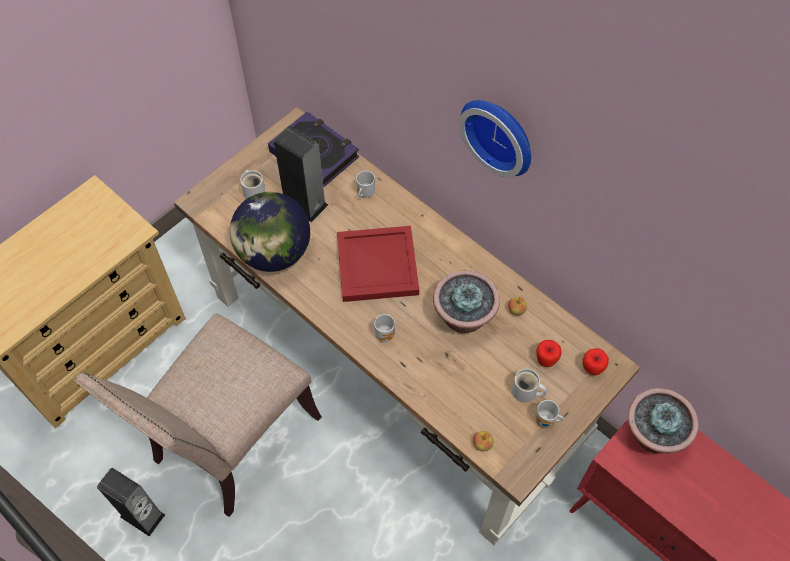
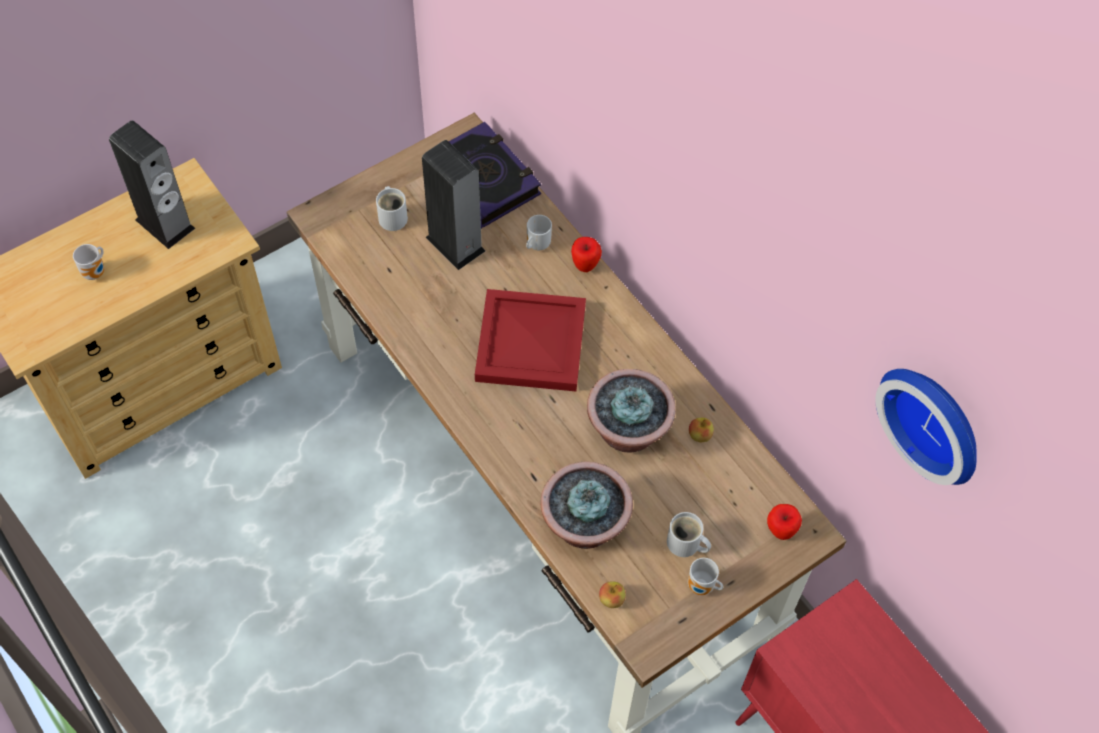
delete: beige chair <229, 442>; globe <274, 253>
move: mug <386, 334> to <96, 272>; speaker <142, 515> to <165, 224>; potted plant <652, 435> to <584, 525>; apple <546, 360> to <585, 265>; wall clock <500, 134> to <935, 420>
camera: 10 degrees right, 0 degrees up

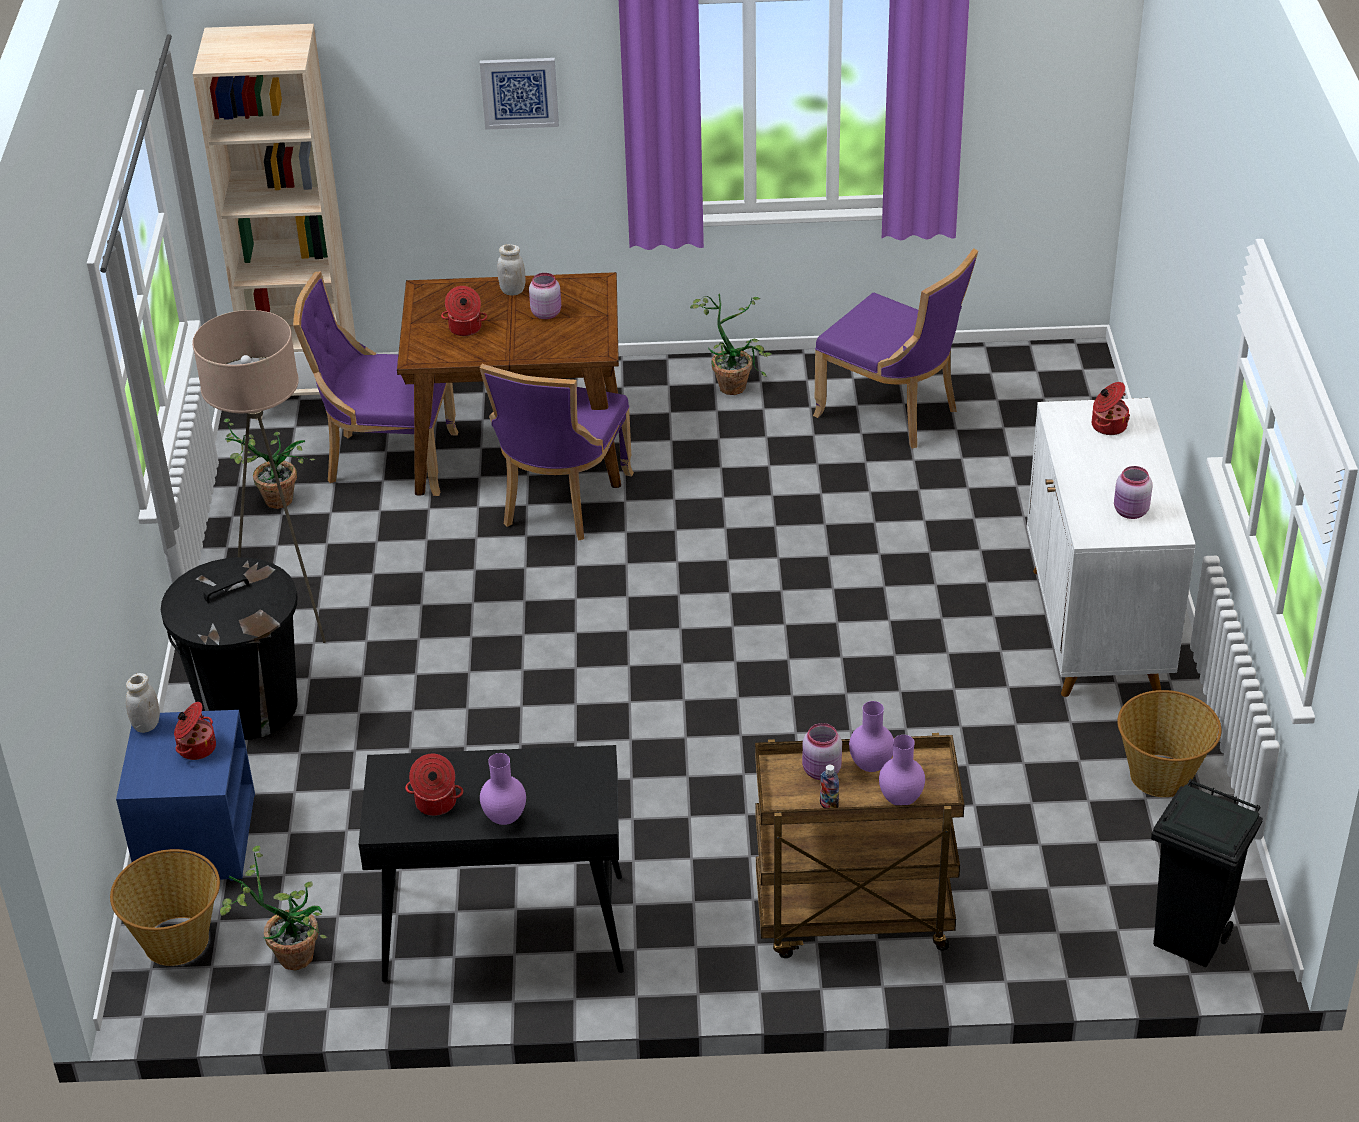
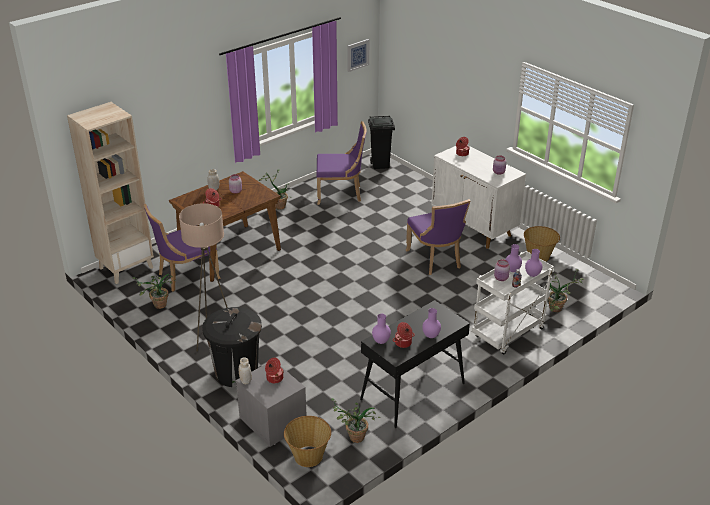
insert: purple vase <381, 342>; potted plant <557, 310>
move: picture <519, 92> to <357, 55>; black trash can <1190, 940> to <380, 165>; purple chair <561, 502> to <436, 260>
recolor: blue nightstand <195, 837> to grey nightstand <272, 421>; brown cart <852, 919> to white cart <508, 334>
camera: 40 degrees left, 5 degrees down

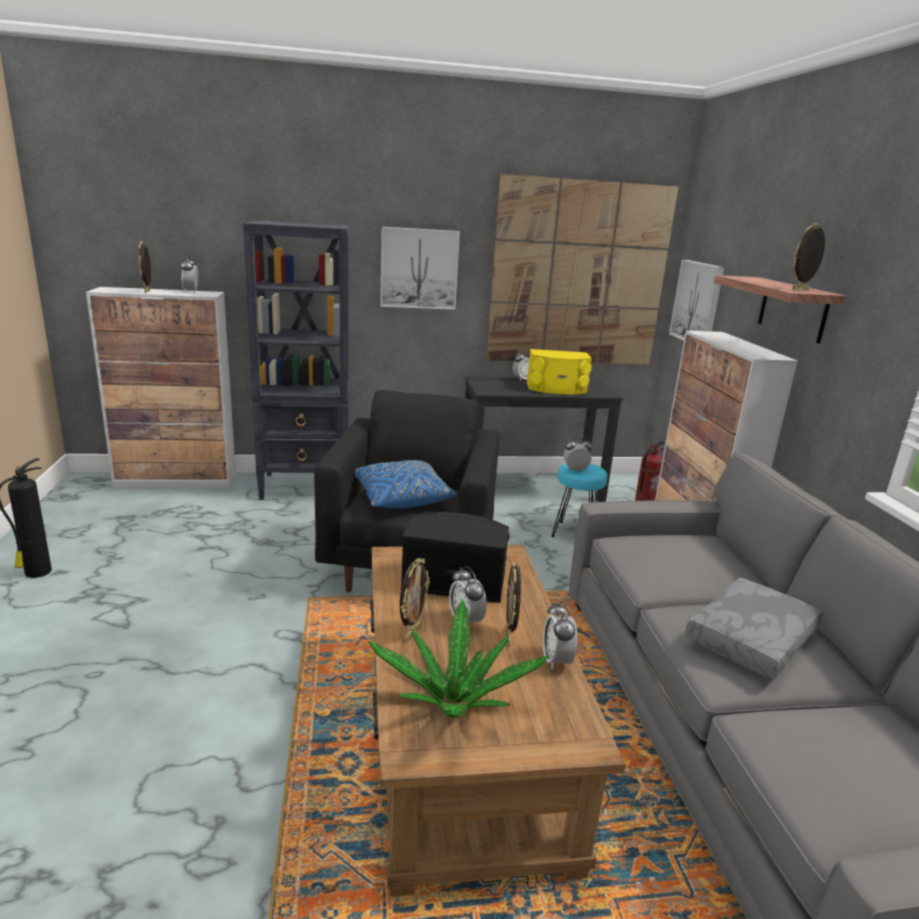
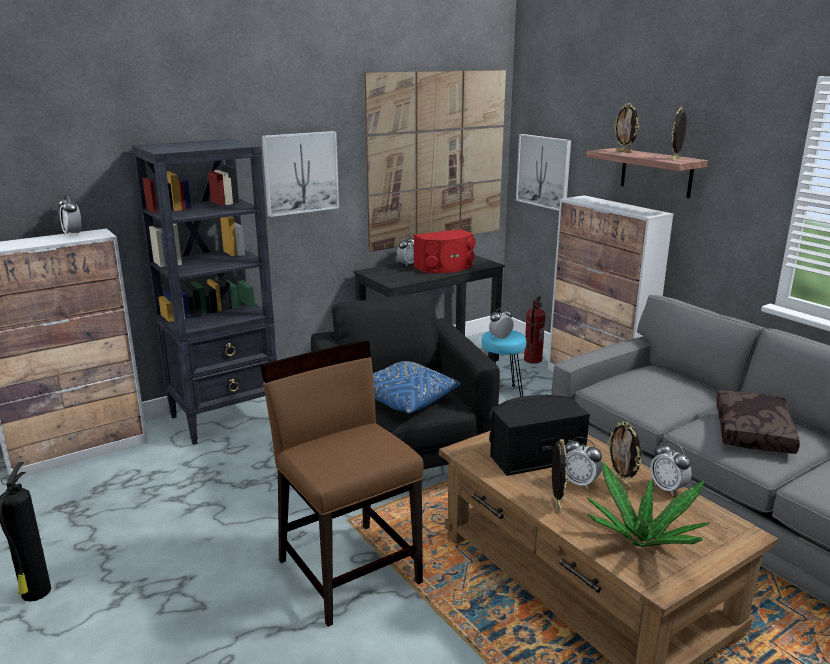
insert: brown chair <349, 570>
move: picture frame <148, 292> to <624, 152>
recolor: yellow speaker <557, 389> to red speaker <445, 267>; grey pillow <753, 640> to brown pillow <754, 432>
camera: 25 degrees left, 0 degrees up

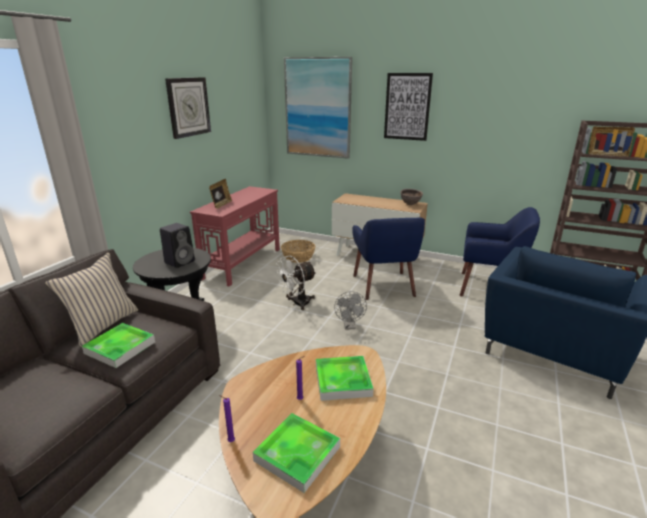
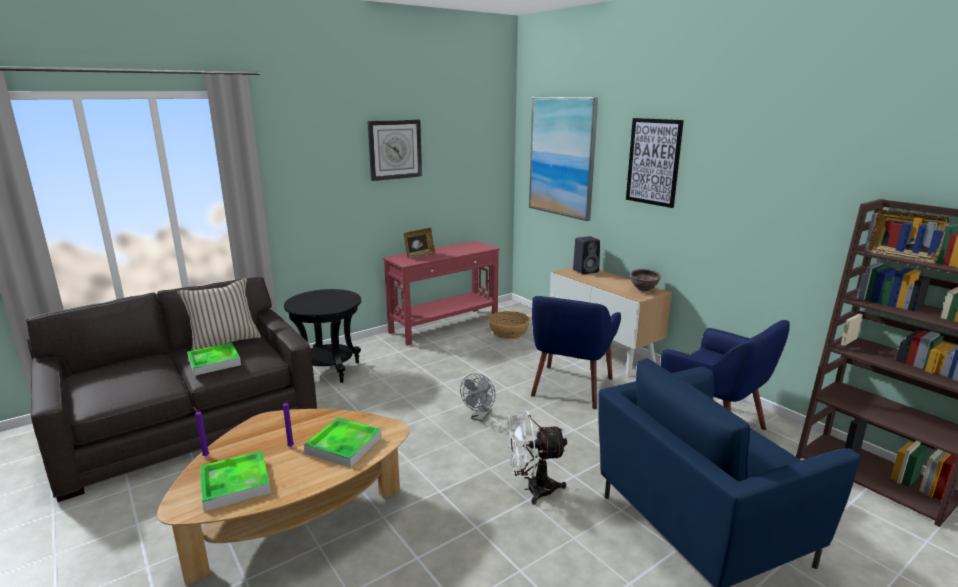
move: white fan <297, 303> to <533, 489>; black speaker <180, 261> to <586, 271>
camera: 30 degrees right, 5 degrees down

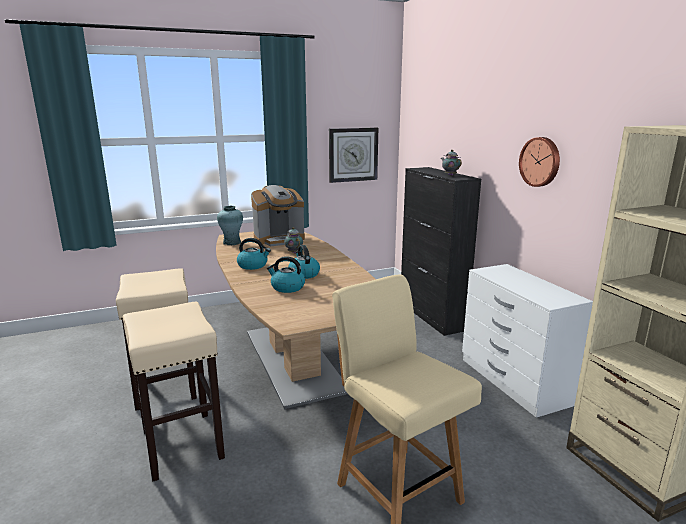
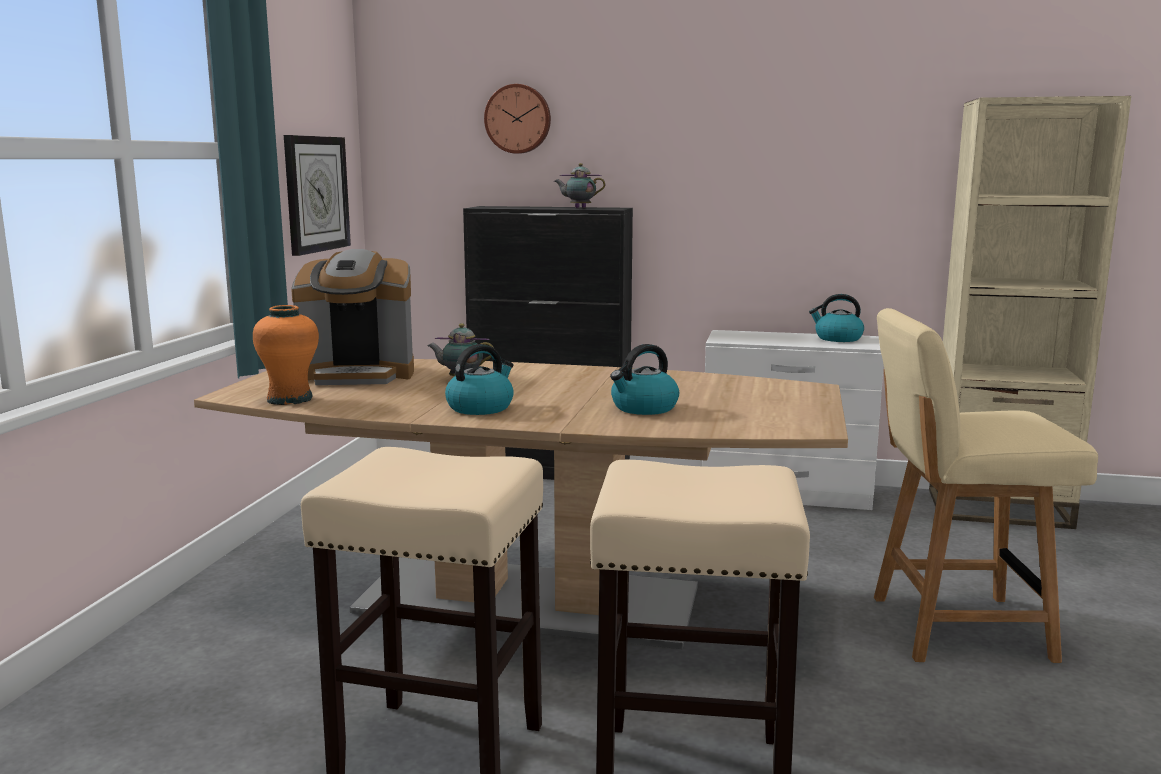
move: wall clock <540, 162> to <518, 119>; kettle <303, 274> to <837, 338>
recolor: turquoise vase <232, 243> to orange vase <290, 399>
rotate: coffee machine <279, 240> = <358, 375> 75 degrees clockwise
camera: 55 degrees left, 5 degrees down

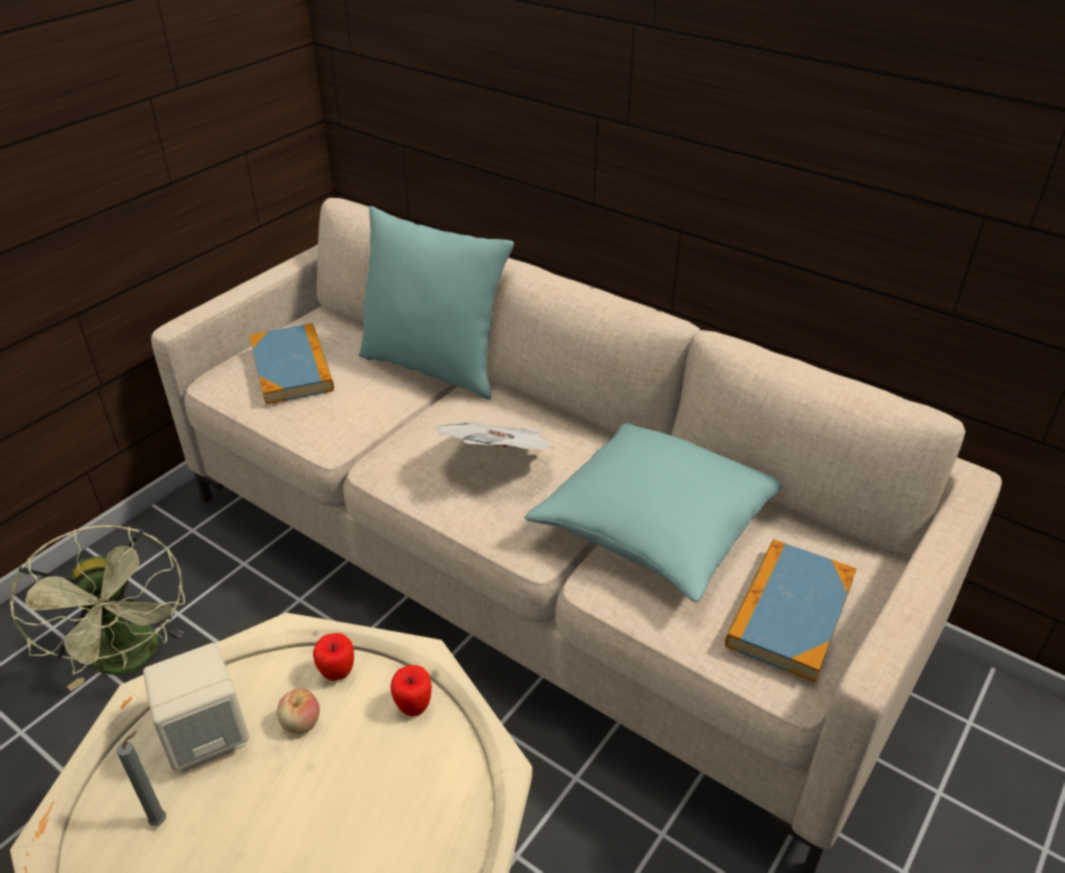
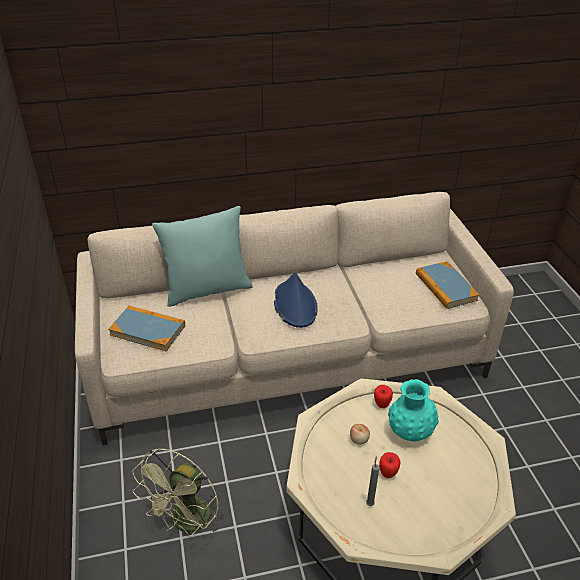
delete: beige speaker <208, 736>; turquoise pillow <655, 527>
insert: turquoise vase <410, 432>
move: apple <337, 674> to <388, 474>
replace: newspaper <500, 459> to blue hat <295, 304>
rotate: green fan <131, 660> = <187, 523> 105 degrees clockwise
camera: 50 degrees left, 0 degrees up

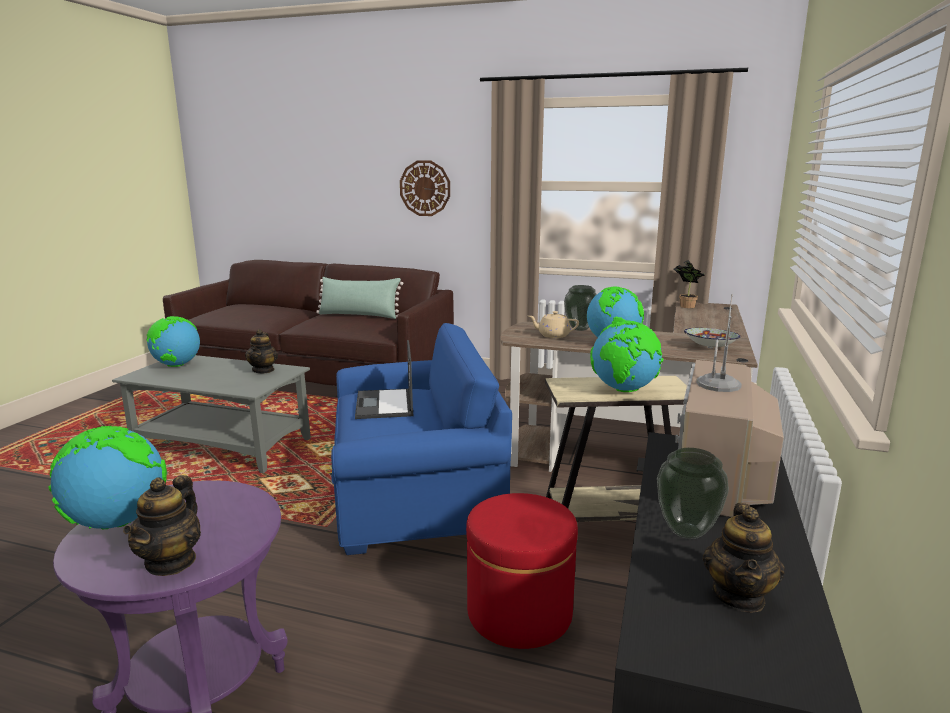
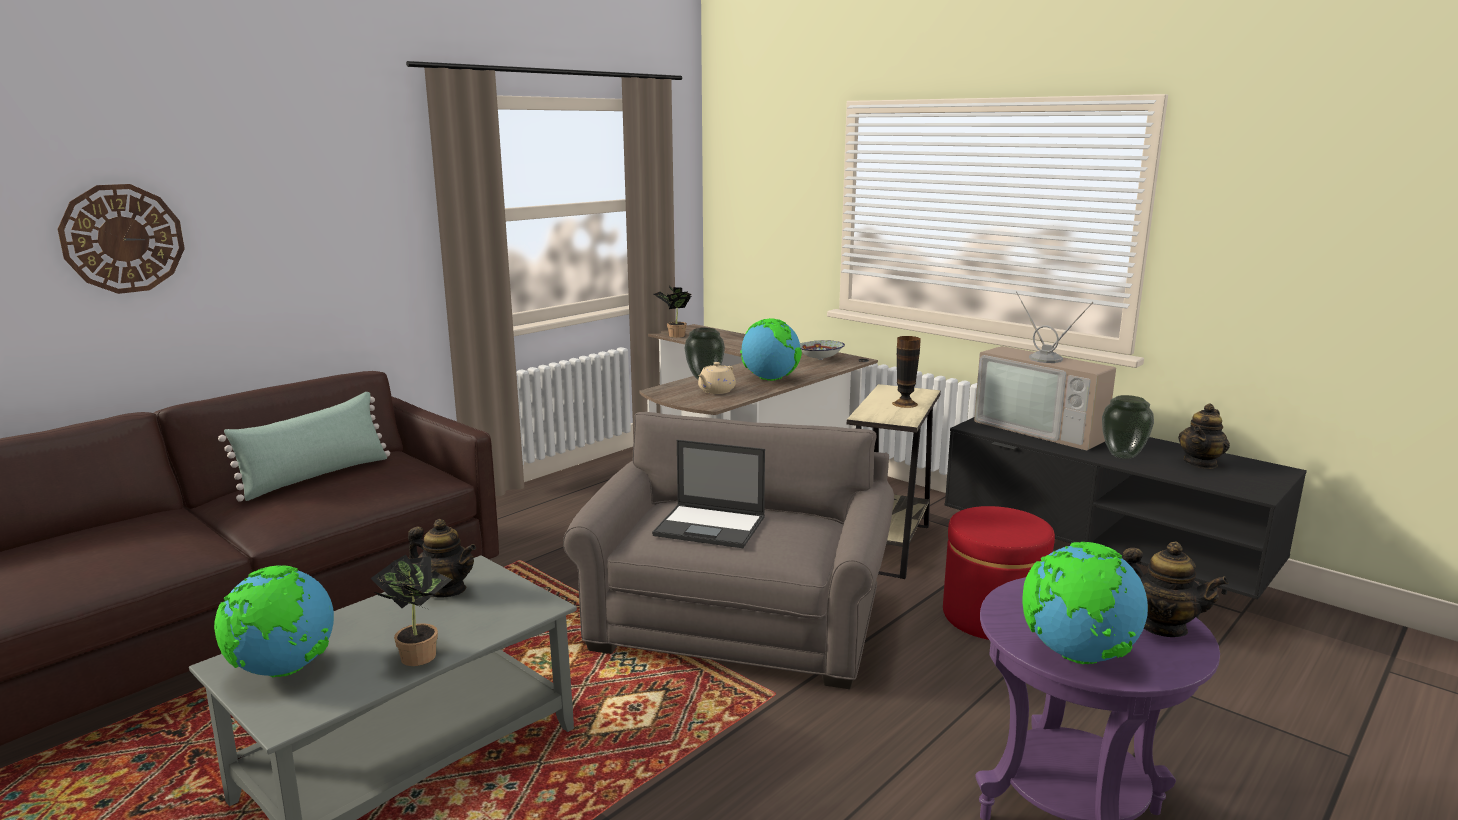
insert: potted plant <416, 654>
move: wall clock <425, 188> to <123, 238>
replace: globe <624, 390> to vase <905, 404>
recolor: blue armchair <414, 493> to grey armchair <737, 623>
rotate: teapot <739, 596> = <1200, 463> 90 degrees clockwise
camera: 65 degrees left, 0 degrees up

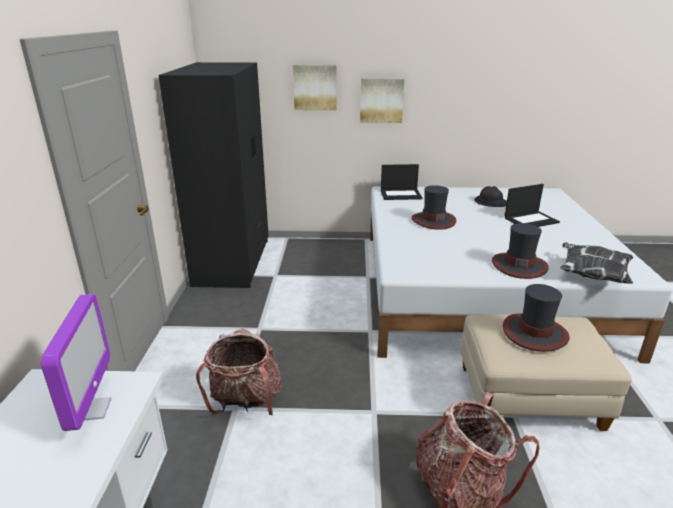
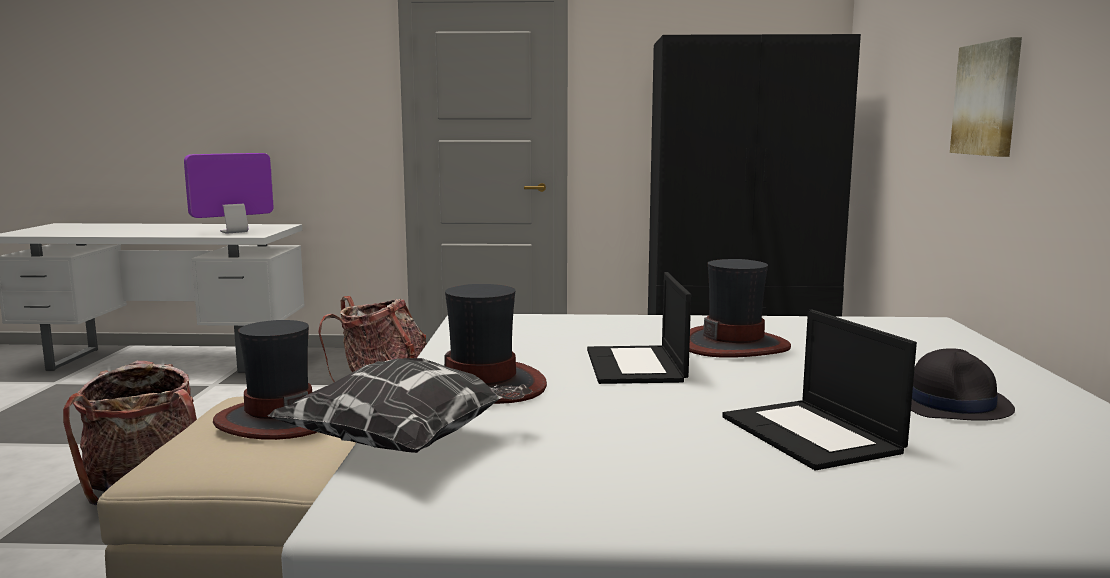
delete: picture <315, 87>
move: laptop <401, 194> to <636, 366>
rotate: monitor <91, 410> = <234, 232> 150 degrees clockwise
camera: 90 degrees right, 15 degrees down

